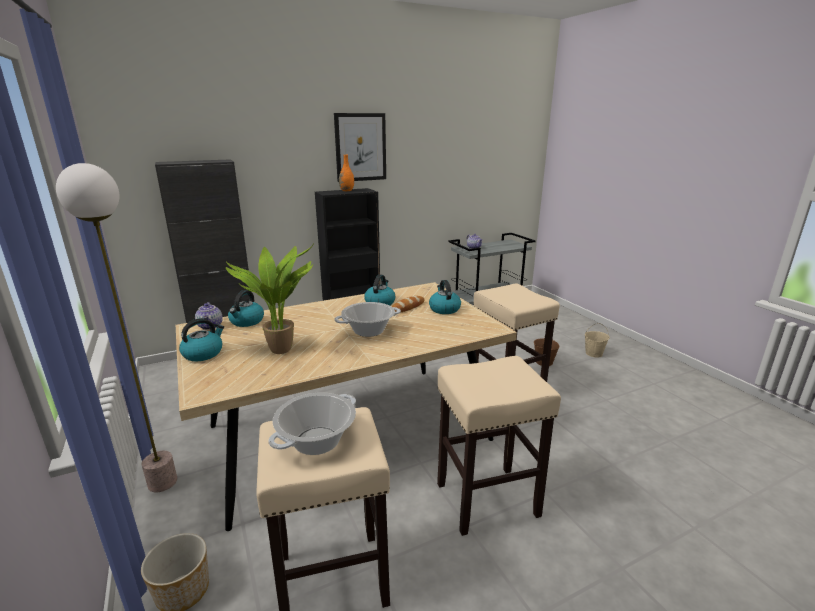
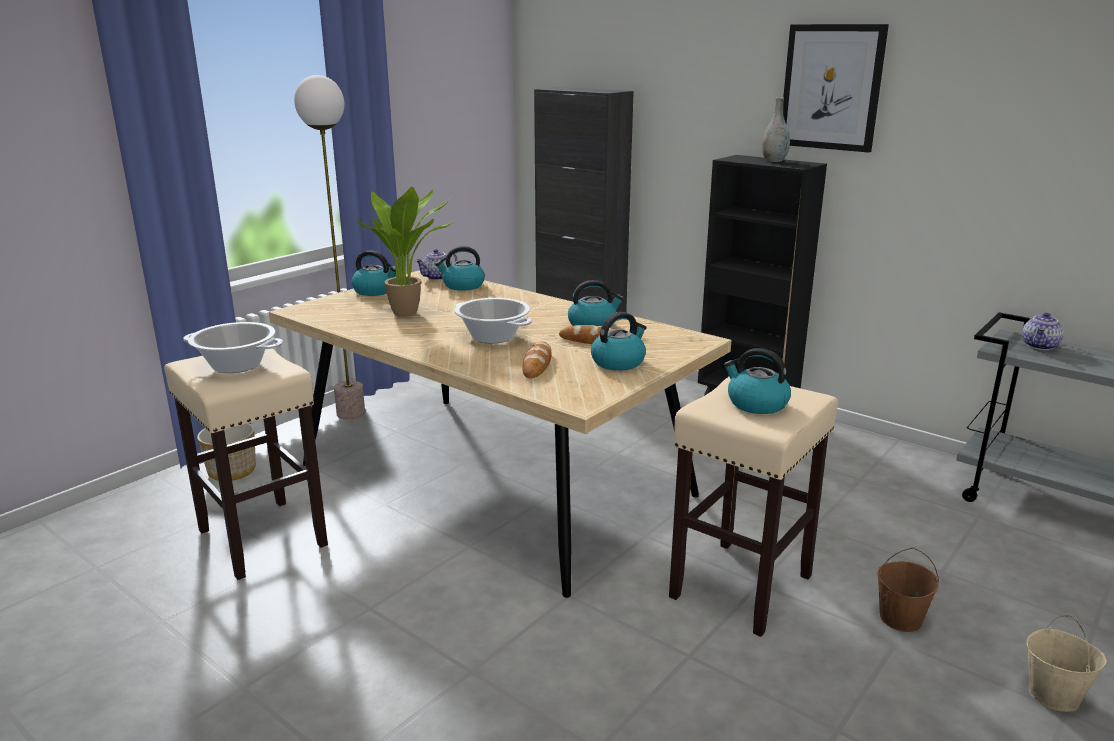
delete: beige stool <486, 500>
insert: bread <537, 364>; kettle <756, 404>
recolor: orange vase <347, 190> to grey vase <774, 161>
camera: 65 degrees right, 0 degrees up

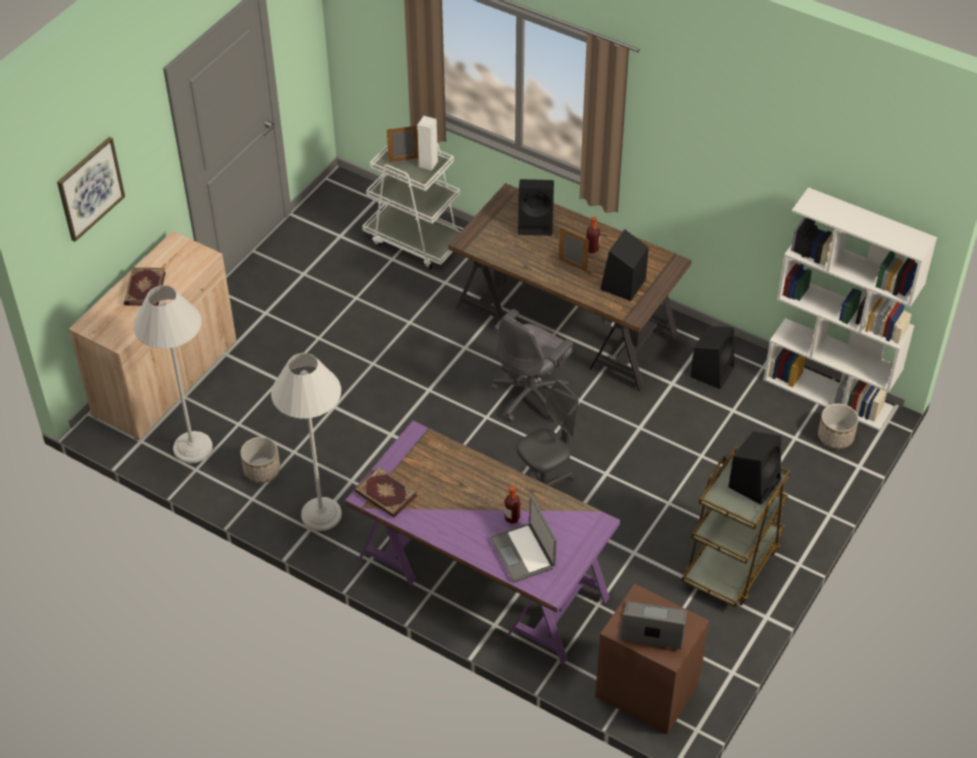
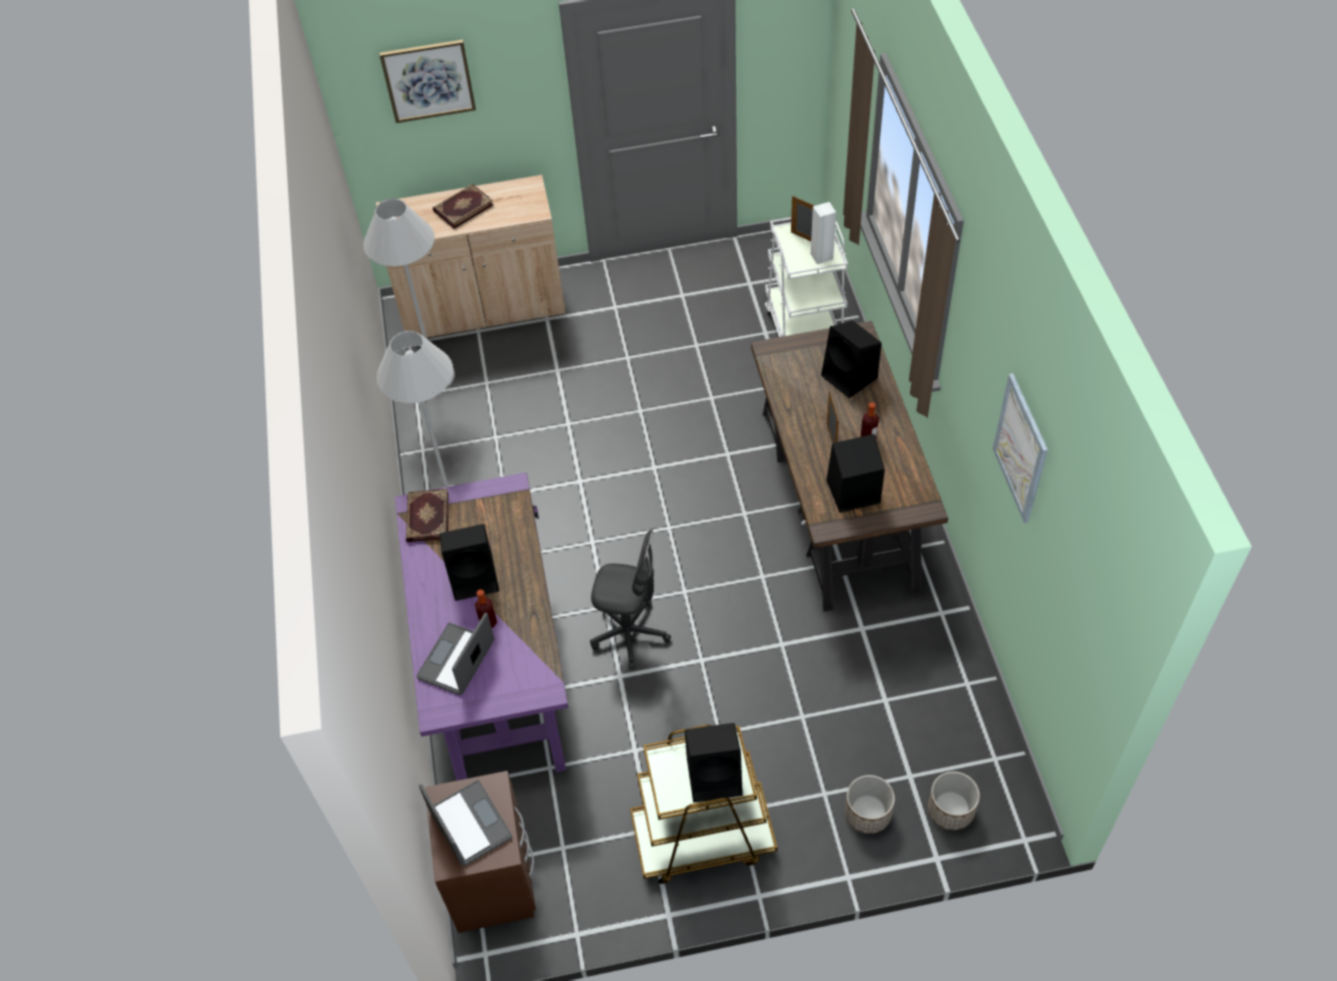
delete: grey office chair <531, 396>; white bookcase <828, 393>
insert: picture <1020, 448>
move: black speaker <712, 371> to <475, 577>; planter <262, 470> to <868, 814>
camera: 50 degrees right, 5 degrees up

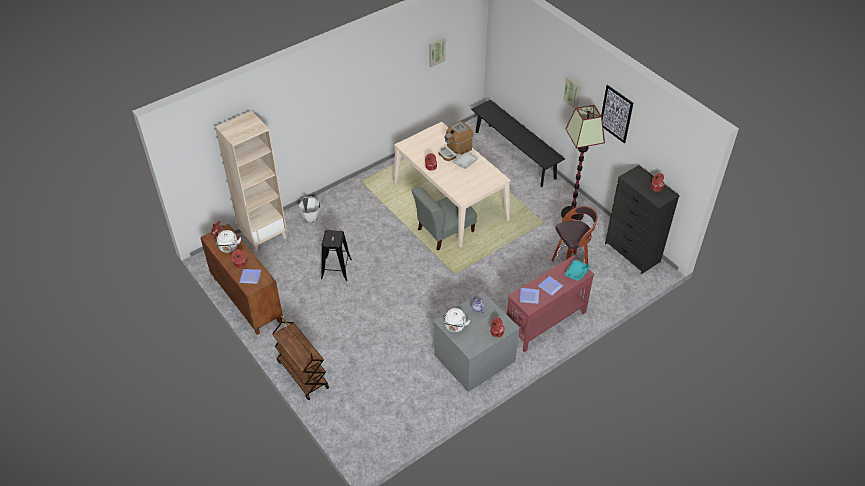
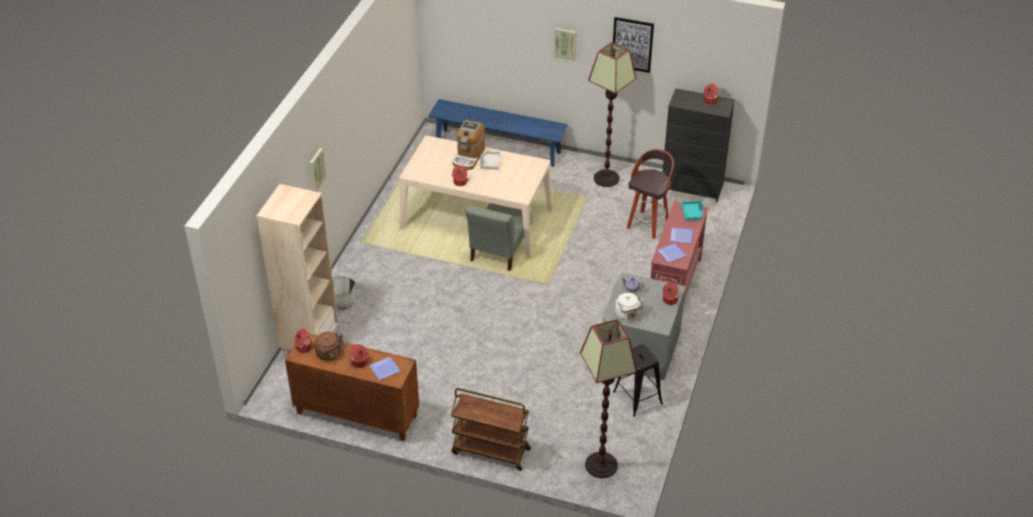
insert: floor lamp <601, 465>
move: picture <436, 51> to <316, 169>; black stool <336, 269> to <638, 398>
recolor: white kettle <229, 248> to brown kettle <330, 354>; black bench <515, 154> to blue bench <498, 147>
camera: 35 degrees left, 5 degrees down

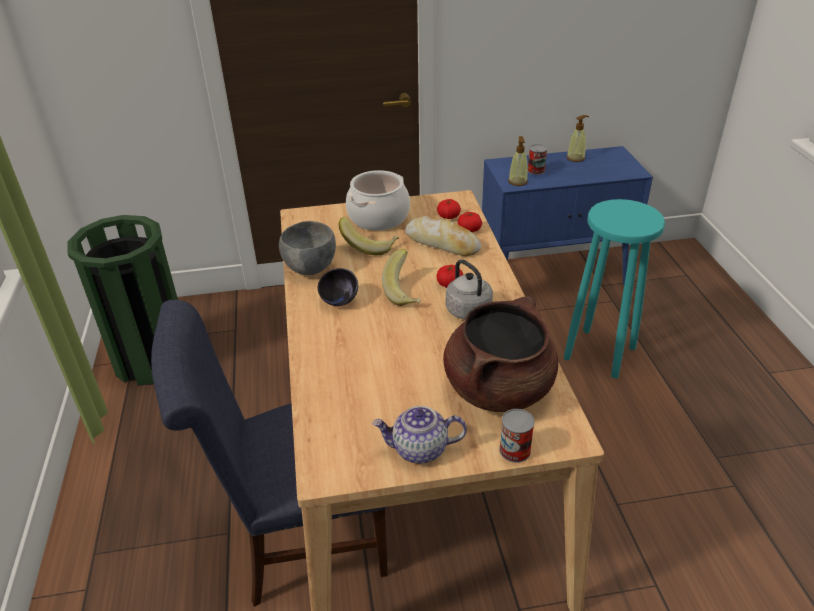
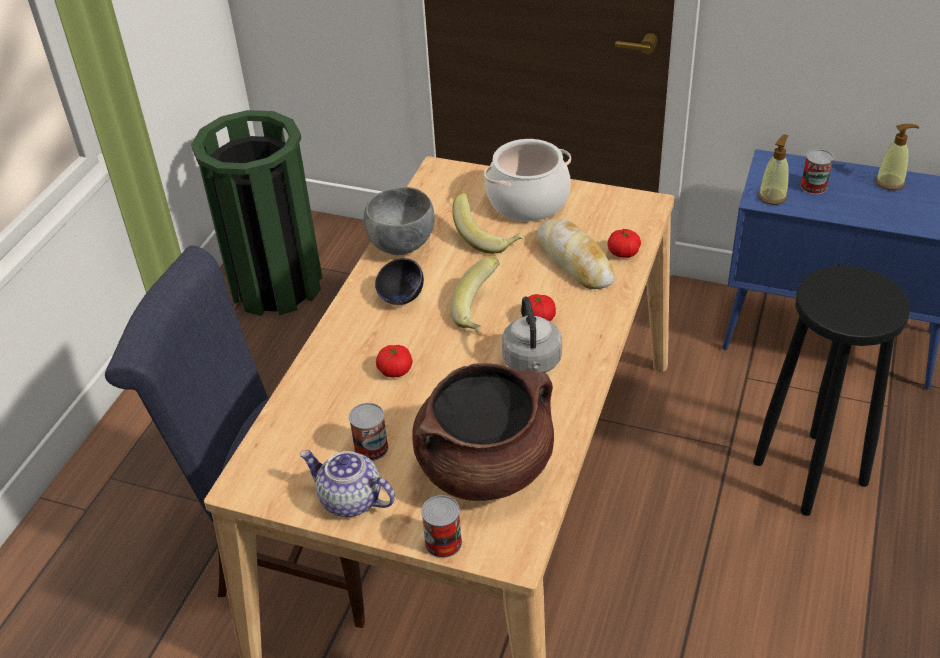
insert: can <371, 448>
move: tomato <448, 216> to <395, 370>
recolor: turquoise stool <600, 353> to black stool <811, 473>
camera: 30 degrees right, 5 degrees up

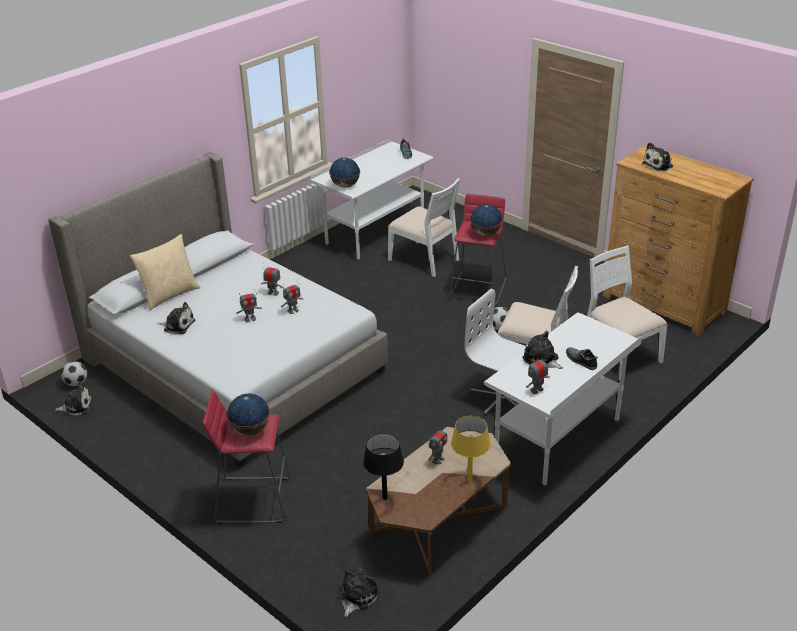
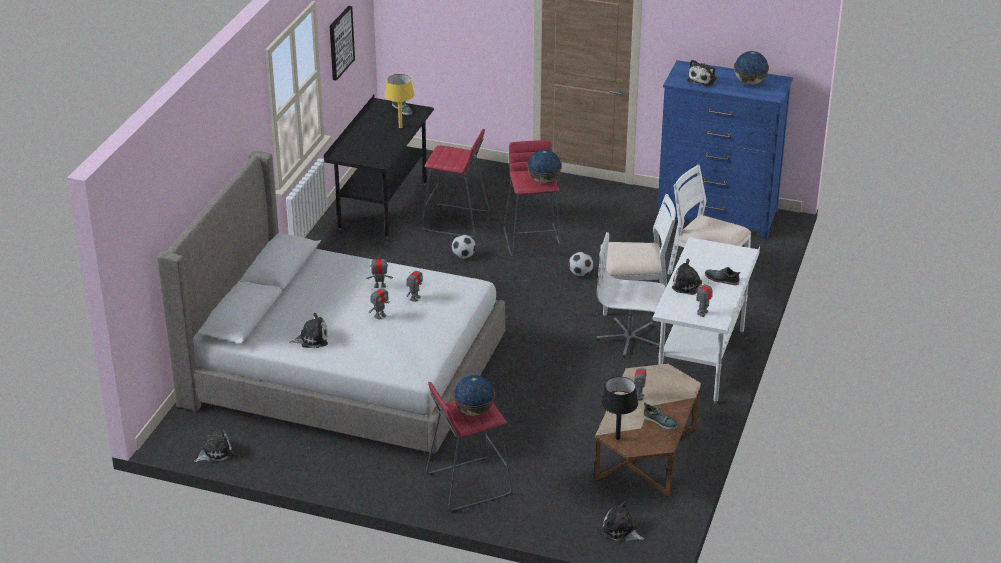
delete: beige pillow <169, 295>
insert: picture <340, 42>; shoe <660, 421>
move: yellow table lamp <469, 480> to <400, 127>; football <76, 383> to <463, 256>; globe <345, 185> to <749, 82>
replace: white chair <424, 259> to red stool <456, 221>
recolor: white desk <375, 235> to black desk <383, 206>; brown dresser <663, 304> to blue dresser <717, 216>
rotate: plush toy <357, 596> = <621, 531> 60 degrees counterclockwise
camera: 25 degrees left, 0 degrees up

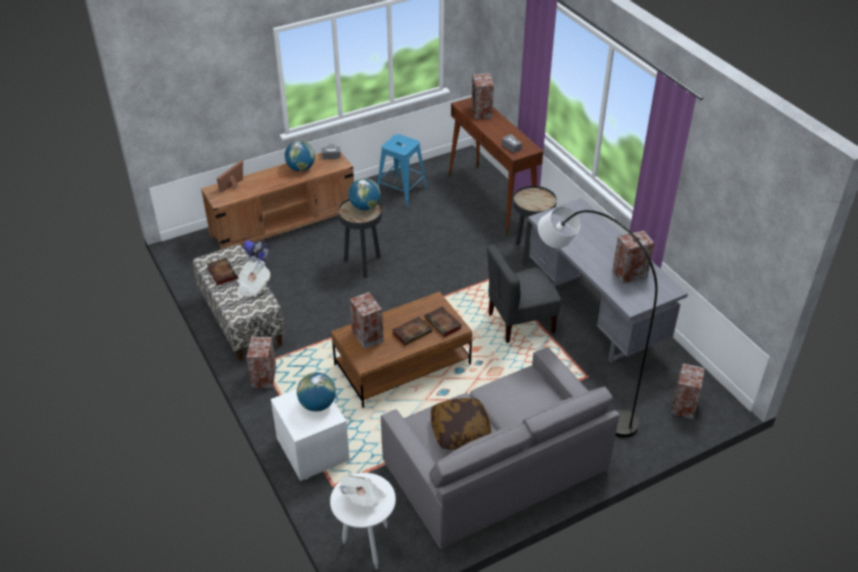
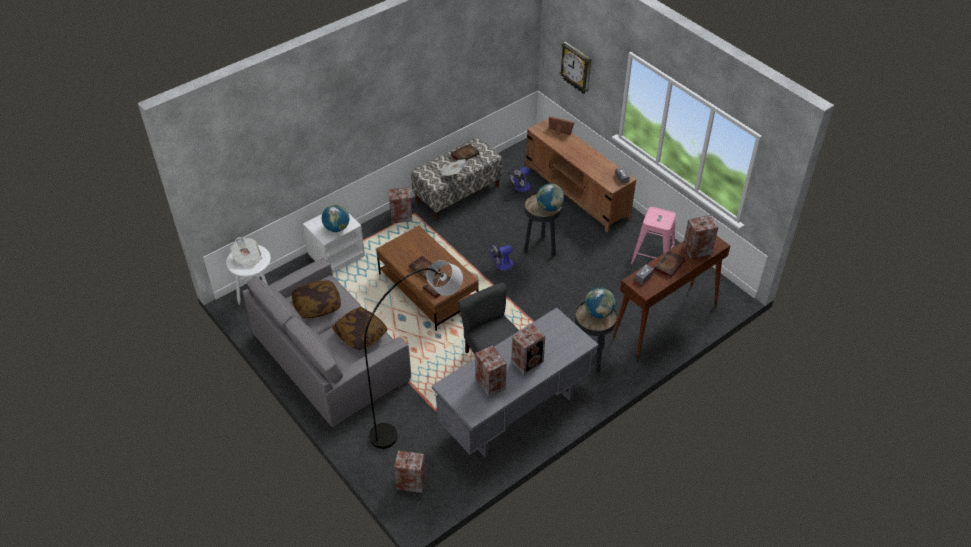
insert: pillow <360, 334>; fan <501, 265>; wall clock <577, 68>; book <669, 266>
move: speaker <367, 335> to <528, 361>; globe <301, 168> to <598, 312>
recolor: blue stool <401, 191> to pink stool <652, 256>
camera: 80 degrees right, 5 degrees up

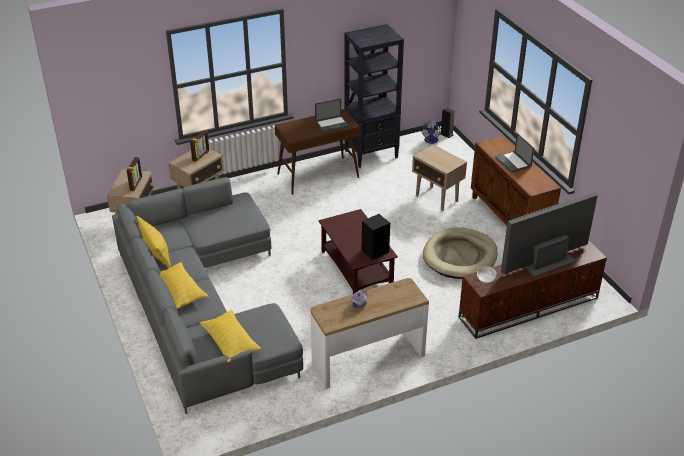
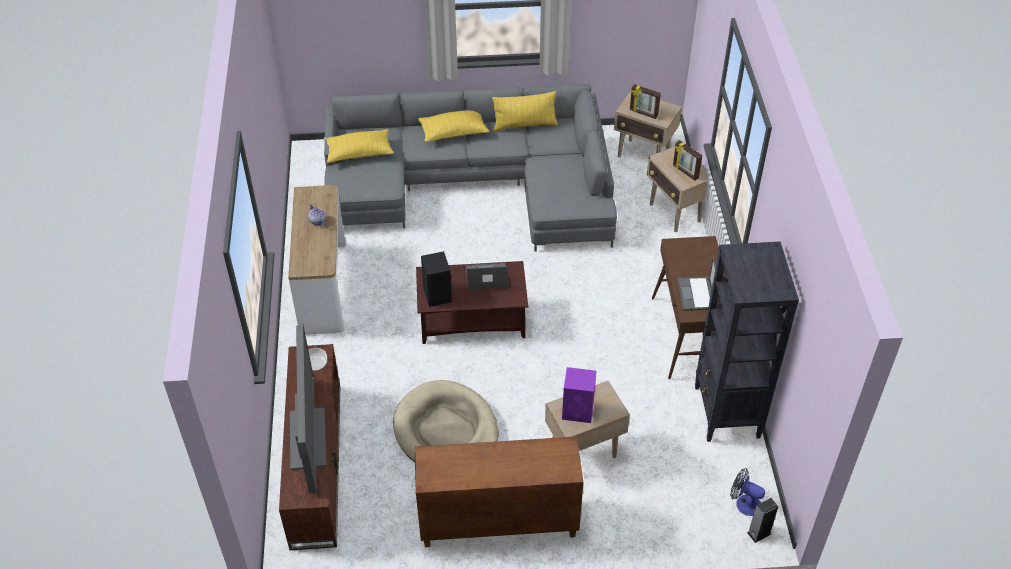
insert: purple speaker <578, 411>
move: laptop <513, 162> to <486, 277>
camera: 110 degrees right, 10 degrees up

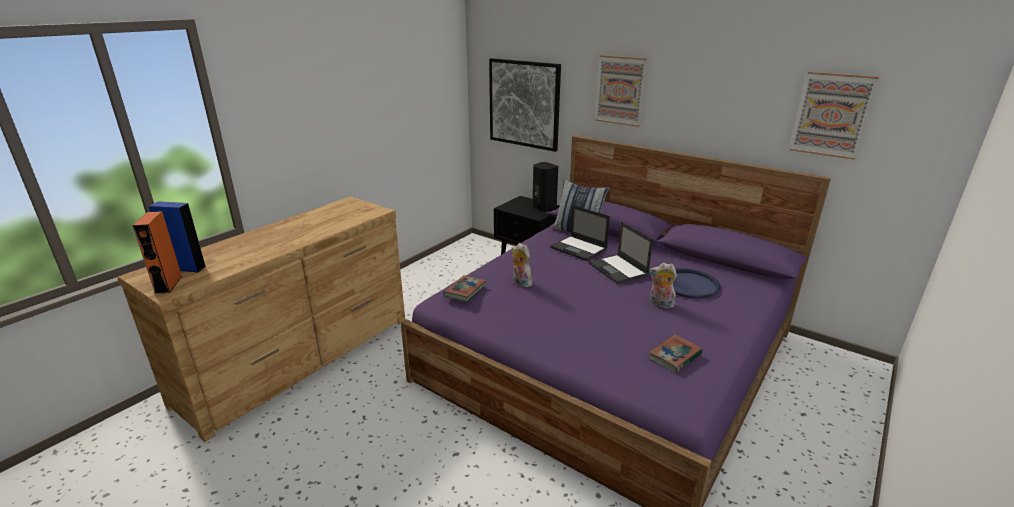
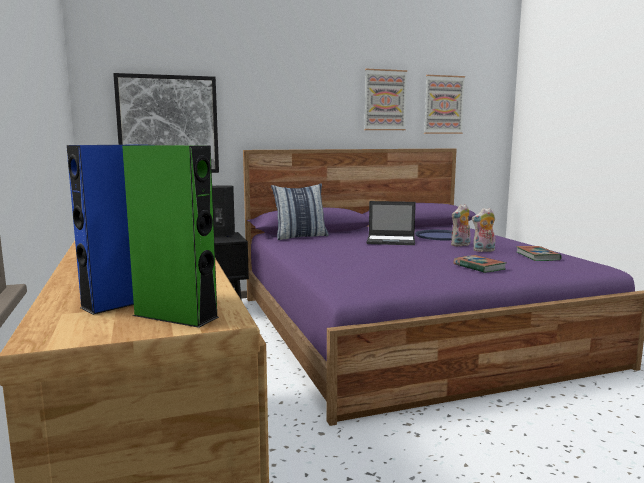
delete: laptop <579, 248>
move: picture <620, 90> to <385, 100>; book <465, 291> to <479, 267>; plush toy <520, 283> to <483, 250>
recolor: orange speaker <168, 284> to green speaker <175, 316>
camera: 55 degrees left, 15 degrees down

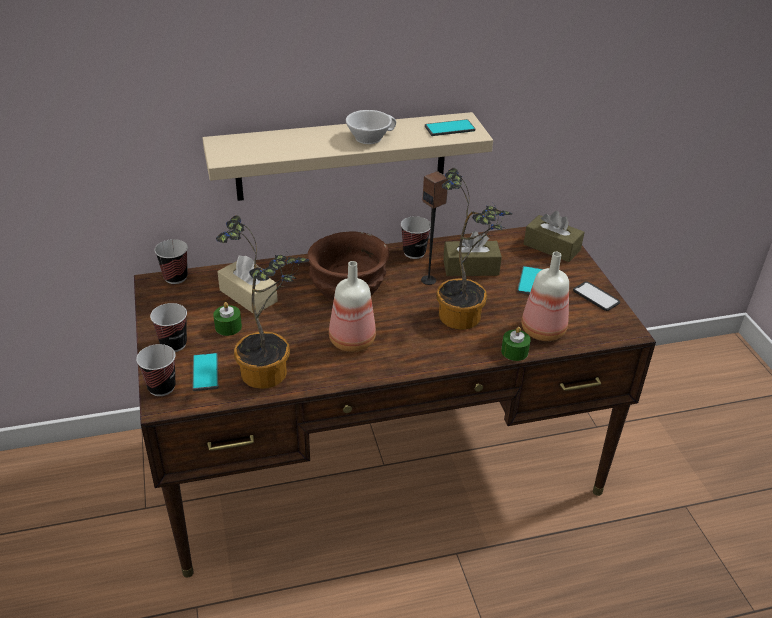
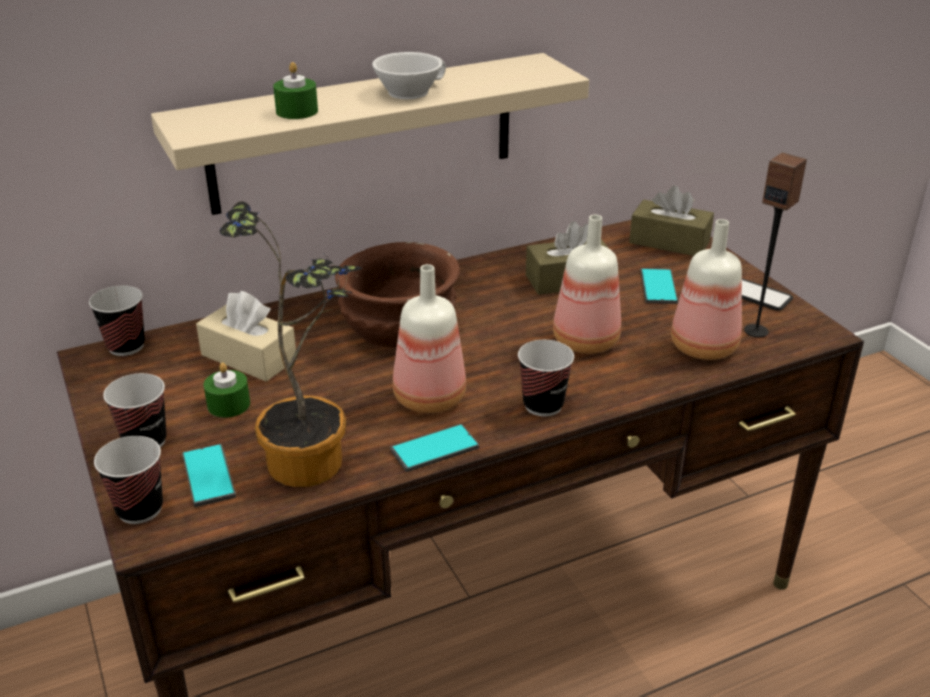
move: green candle <514, 351> to <297, 111>; phone <449, 128> to <434, 449>; cup <414, 253> to <543, 405>; speaker <428, 280> to <756, 330>
replace: potted plant <465, 314> to bottle <583, 340>
camera: 10 degrees left, 5 degrees down

